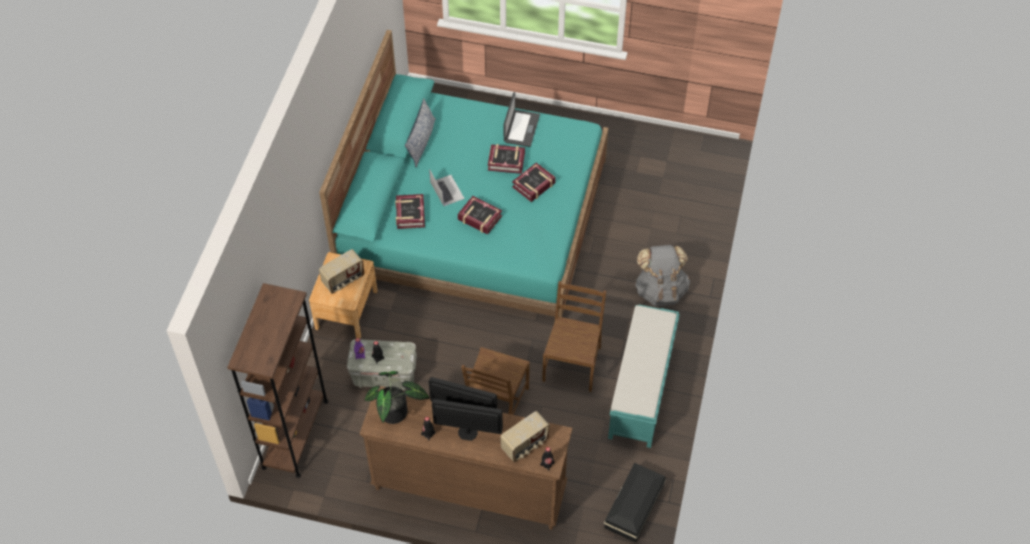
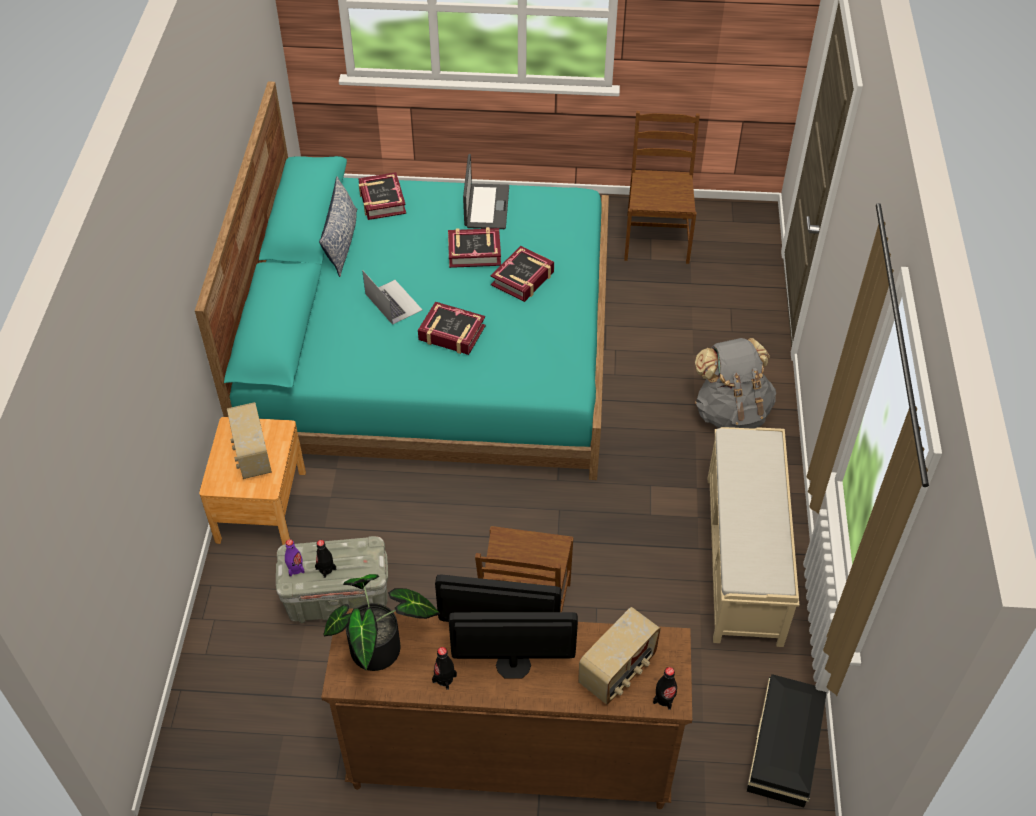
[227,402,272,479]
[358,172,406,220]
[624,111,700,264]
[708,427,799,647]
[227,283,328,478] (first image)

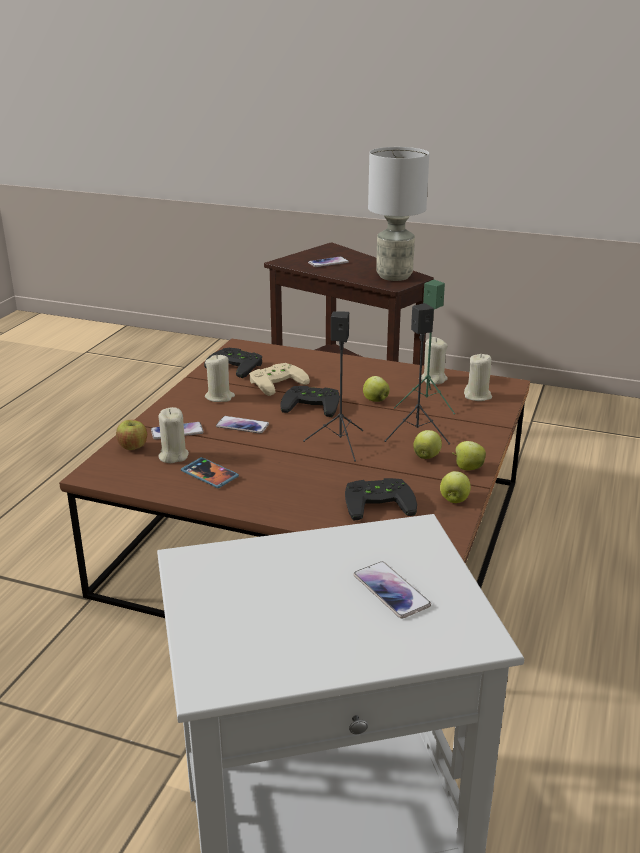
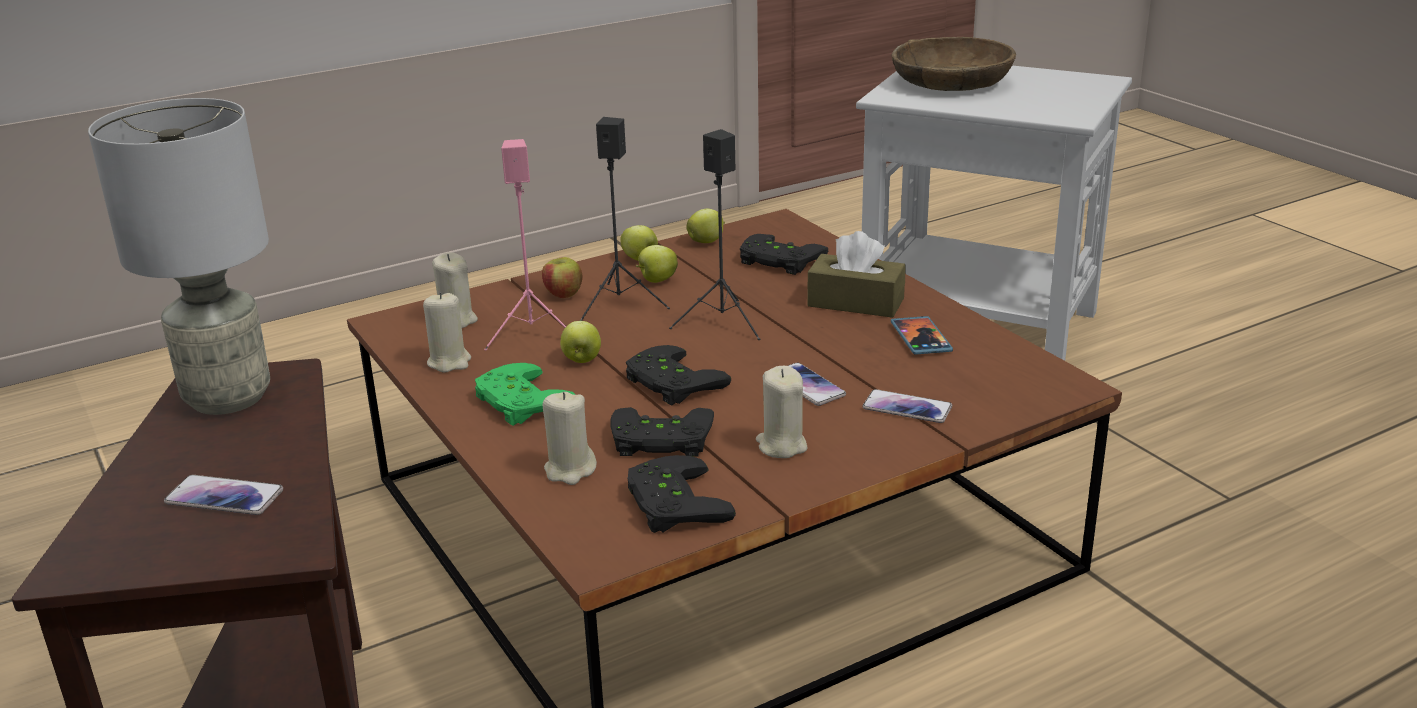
[475,363,575,426]
[484,139,566,351]
[542,257,582,298]
[543,392,597,485]
[610,407,714,457]
[807,231,906,318]
[892,37,1016,91]

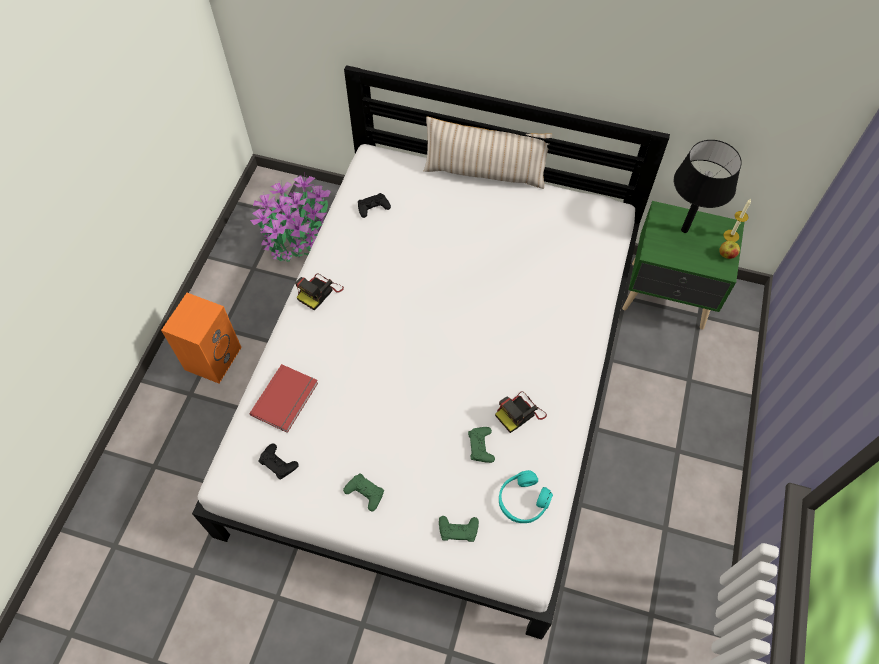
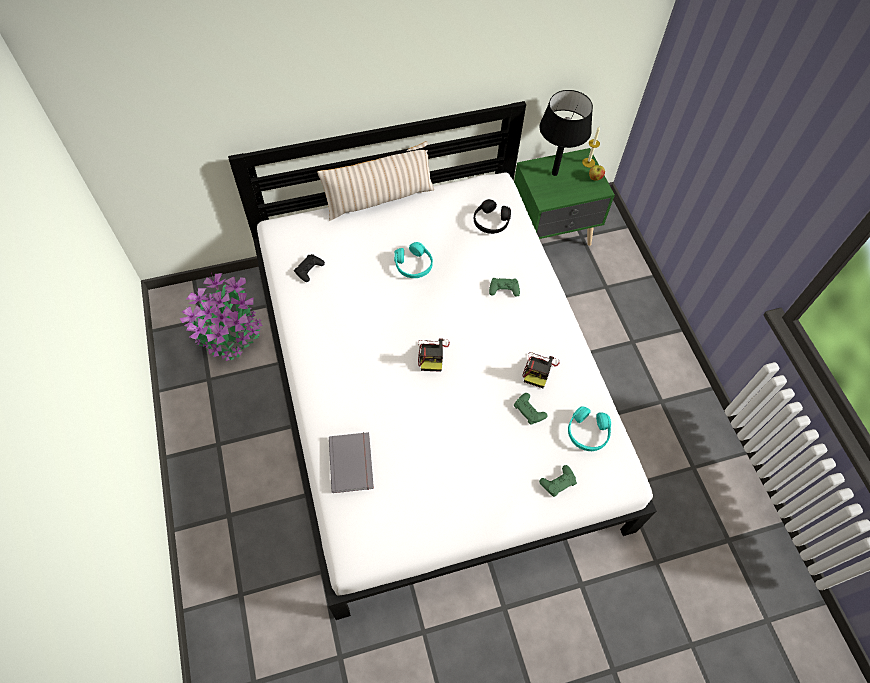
[329,432,374,493]
[394,242,433,278]
[418,338,450,372]
[474,199,511,234]
[489,278,520,297]
[161,293,242,384] (first image)
[258,443,299,480] (first image)

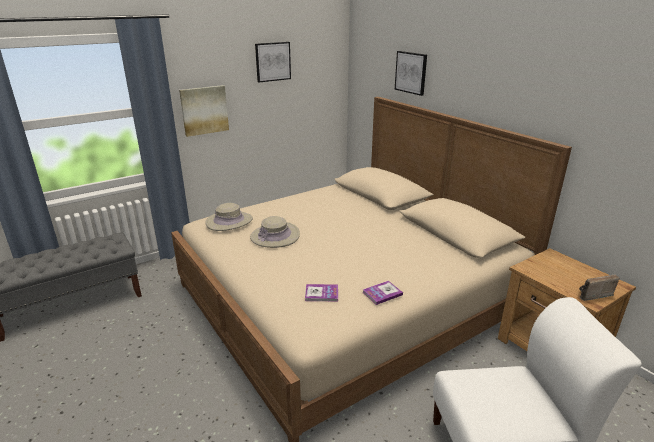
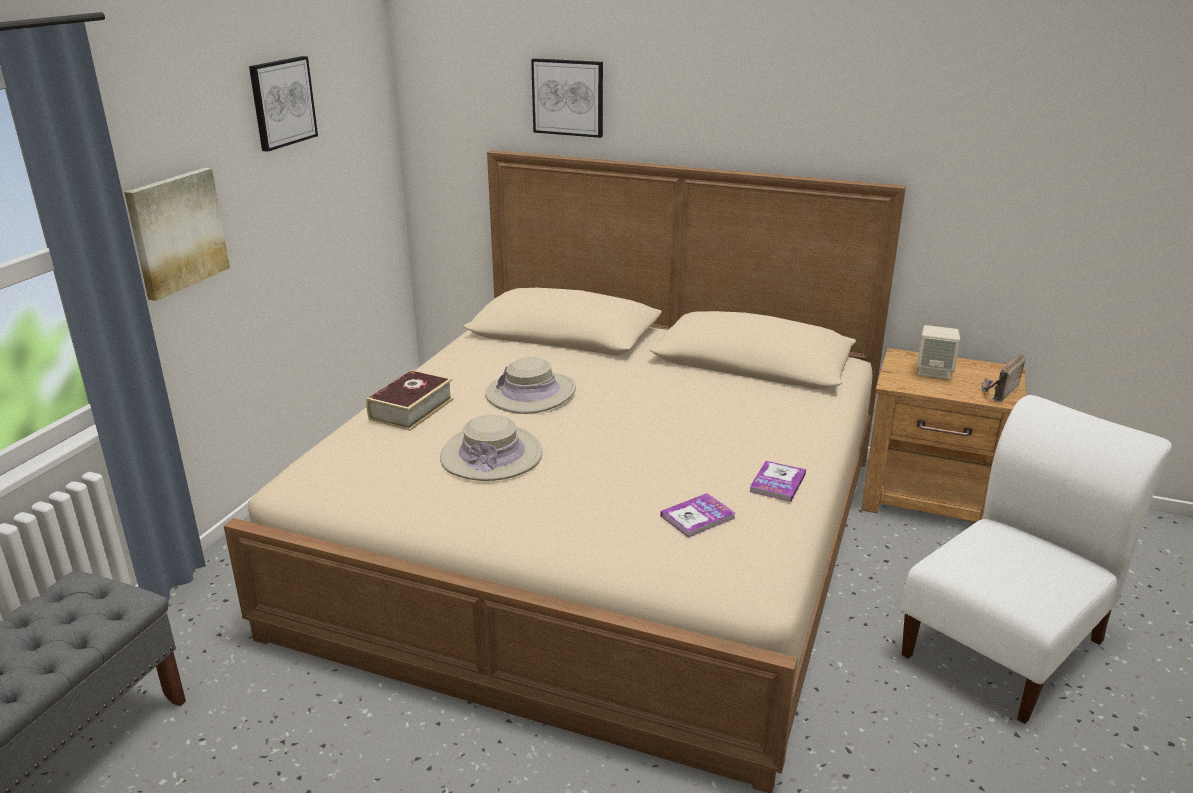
[366,370,454,431]
[485,357,576,414]
[917,325,960,379]

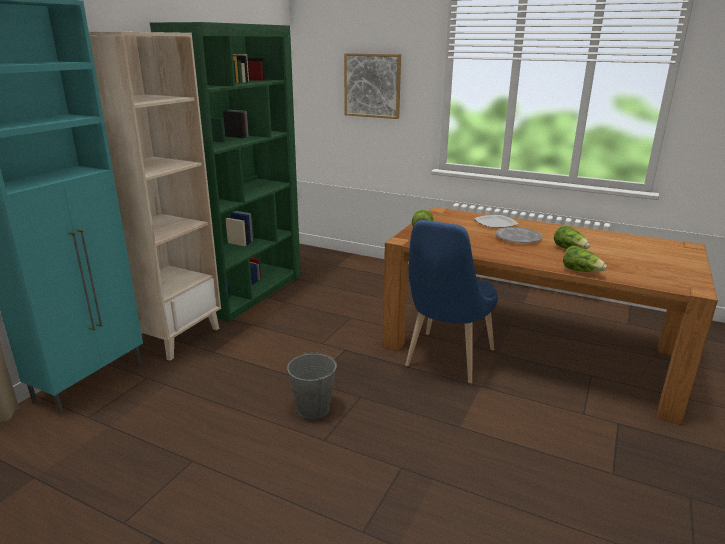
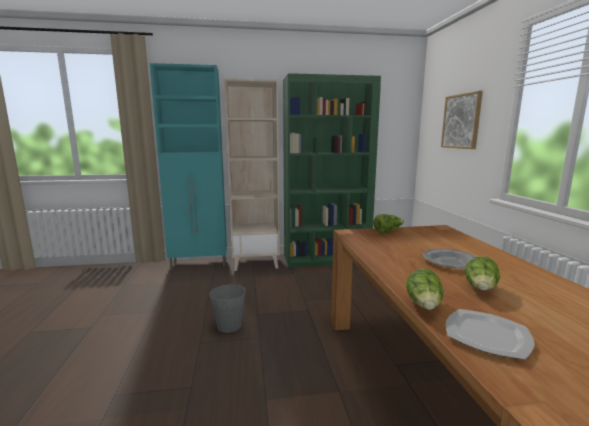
[446,309,535,360]
[405,220,498,383] (first image)

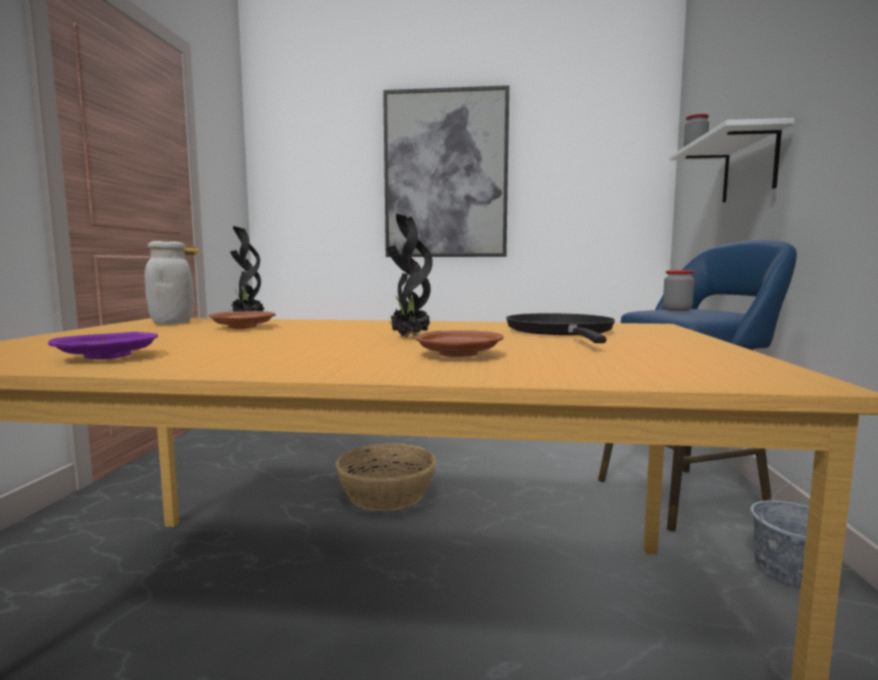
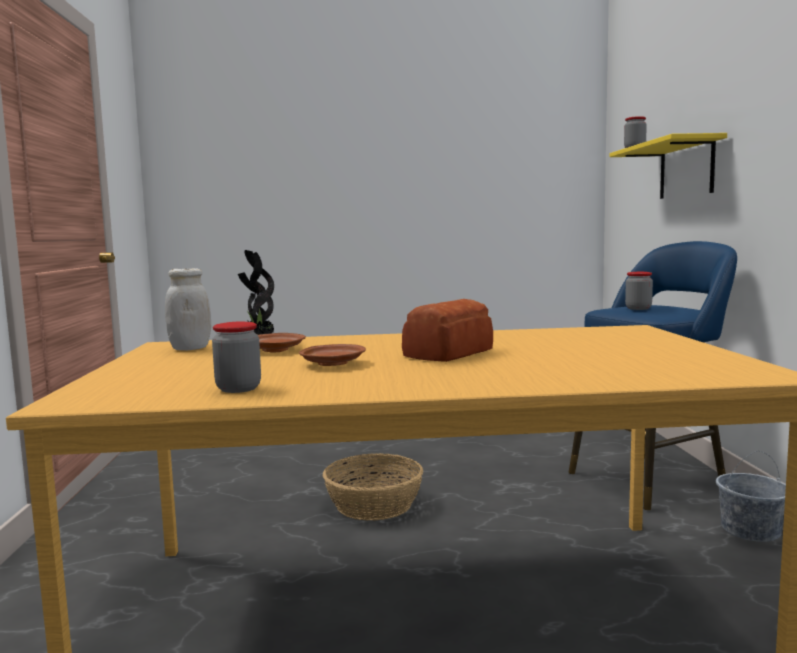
[212,322,261,393]
[299,344,366,366]
[402,299,493,362]
[610,133,727,199]
[383,85,509,257] (first image)
[506,313,615,343] (first image)

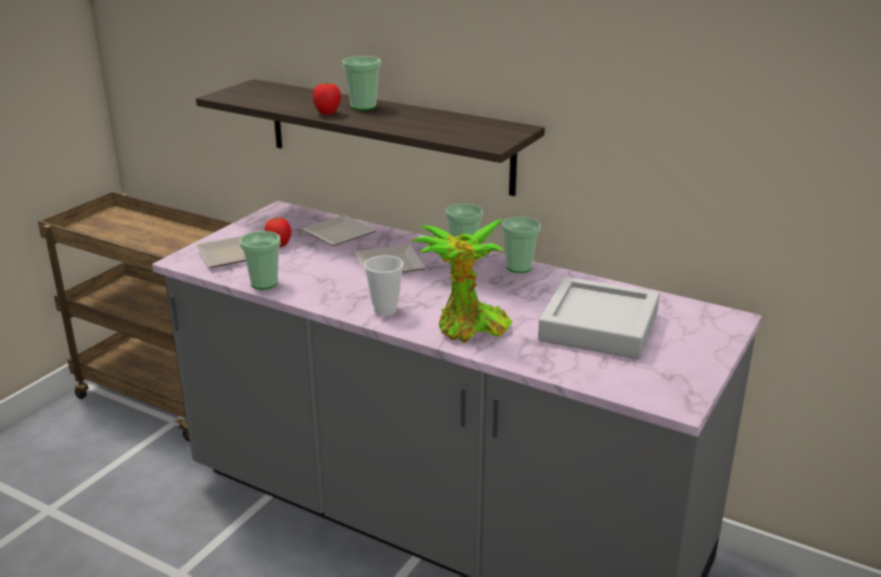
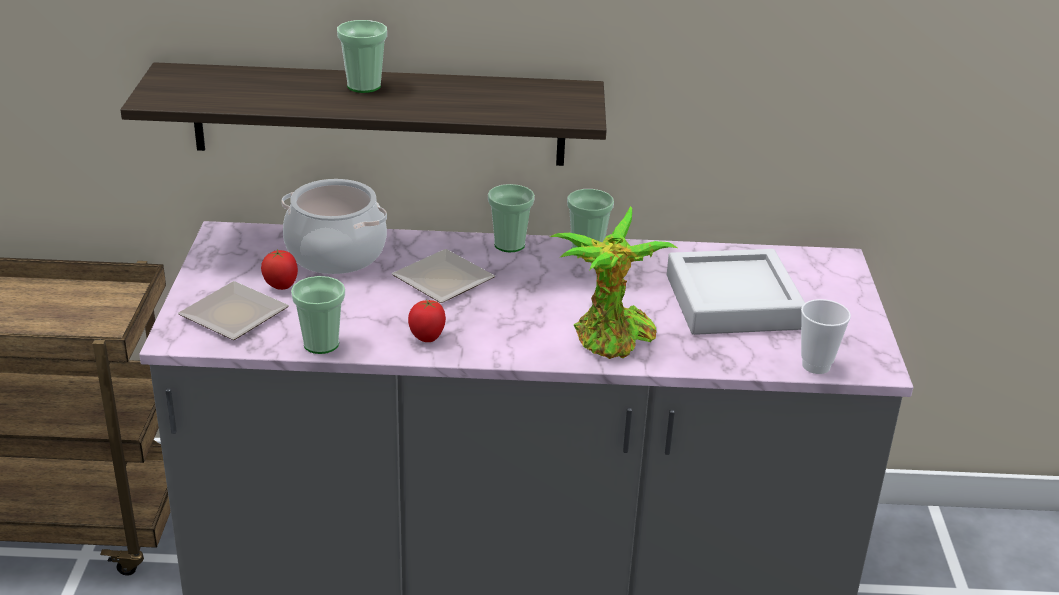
[281,179,387,274]
[408,299,446,342]
[801,299,851,374]

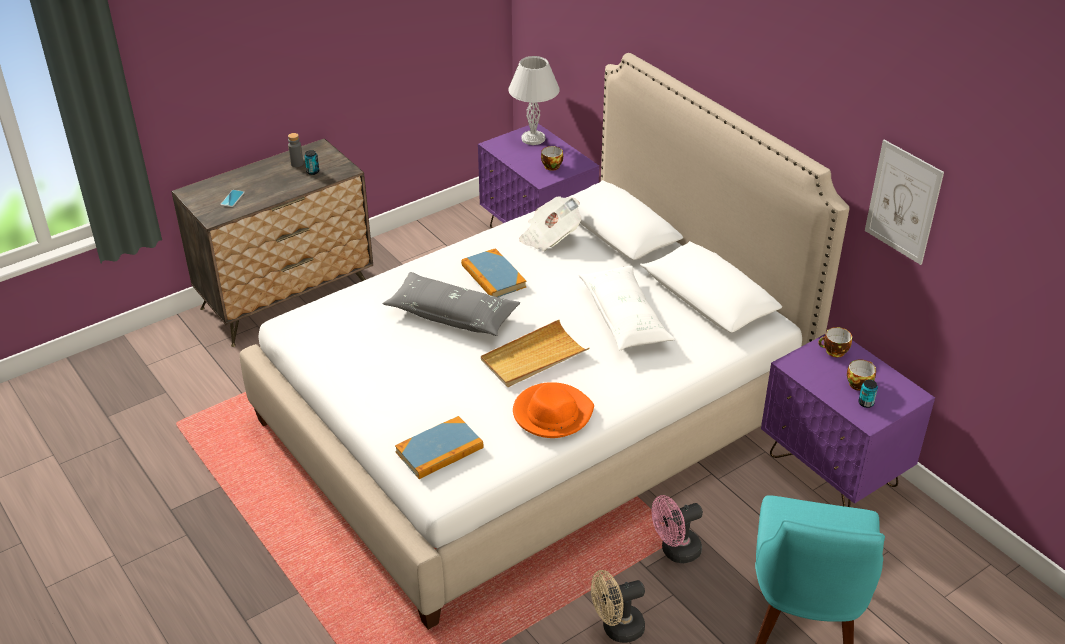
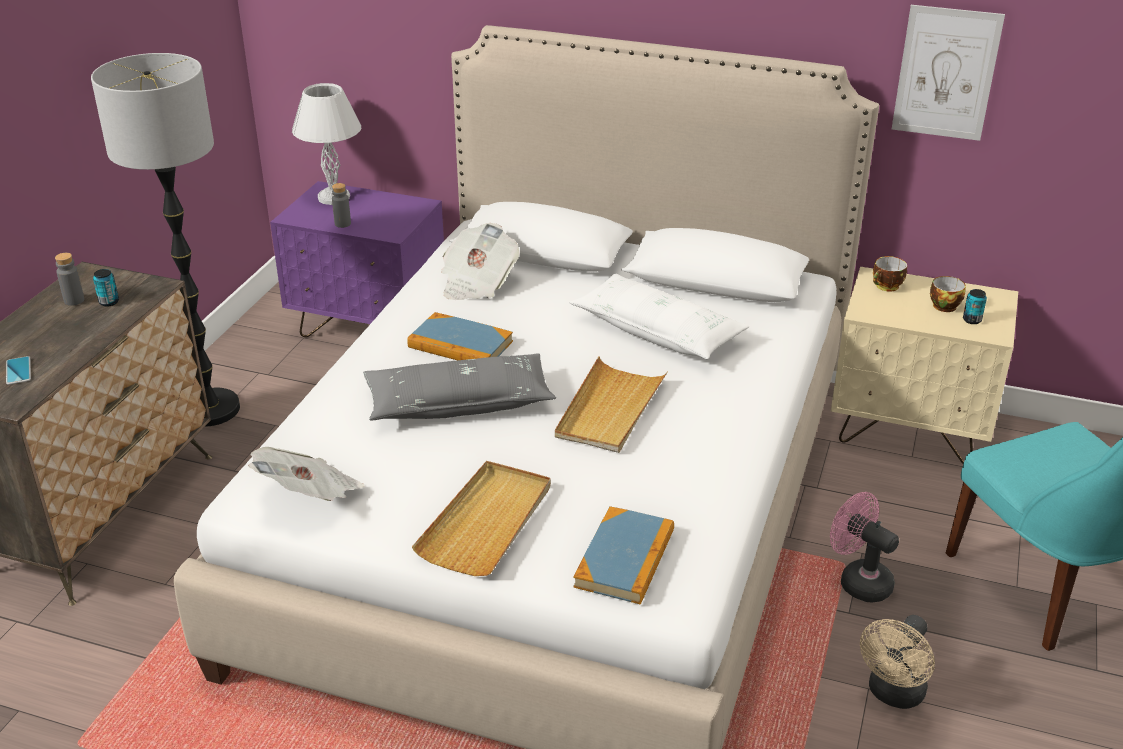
[91,53,240,427]
[248,447,364,501]
[332,183,351,228]
[412,461,551,576]
[830,492,899,602]
[831,267,1018,464]
[513,382,594,438] (first image)
[541,146,563,171] (first image)

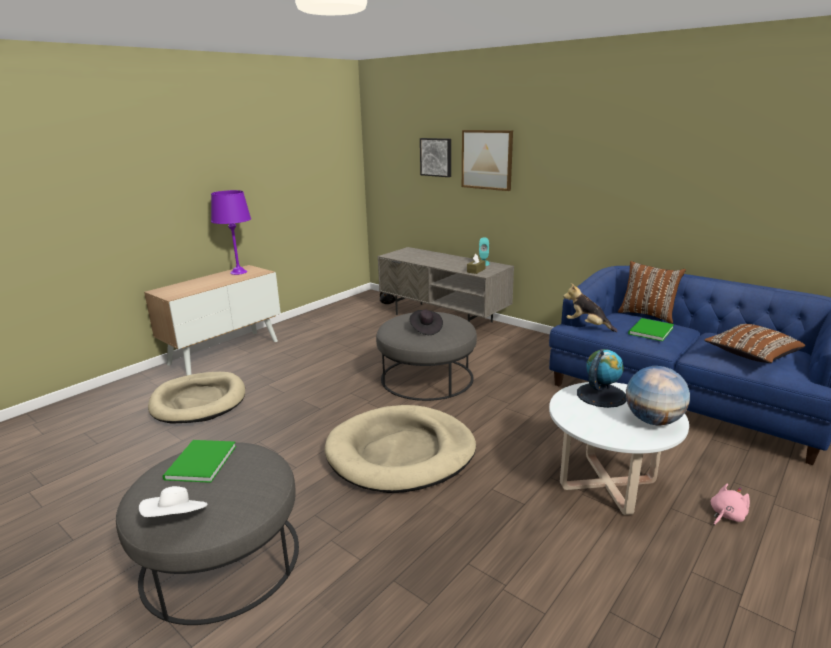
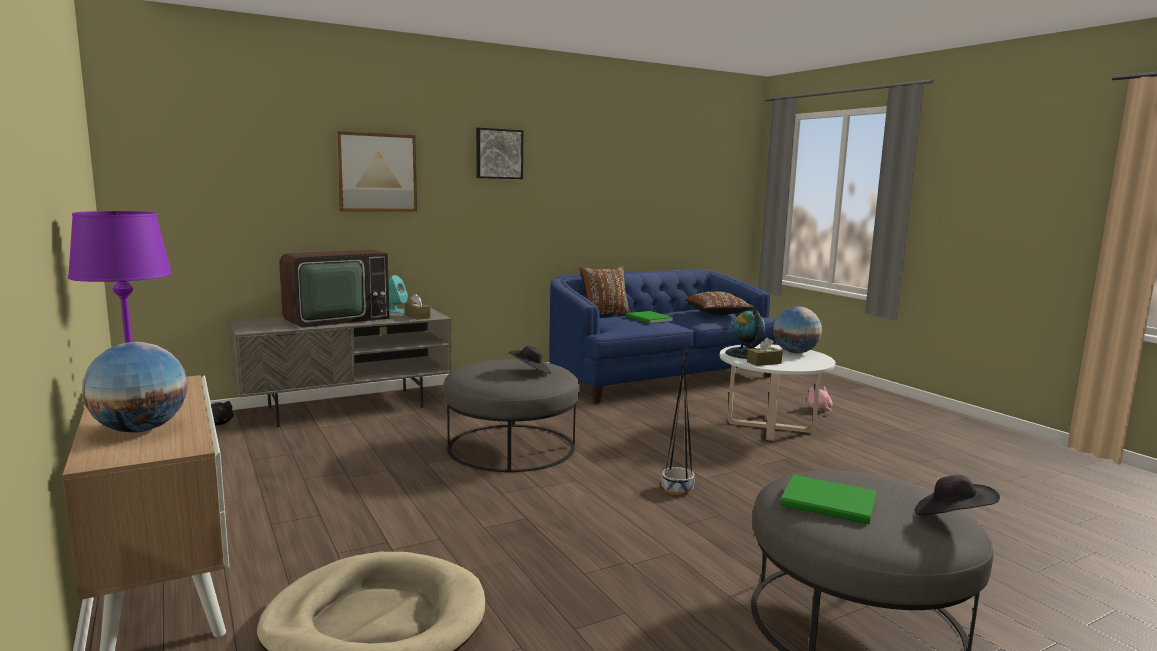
[82,342,187,432]
[279,250,389,327]
[476,128,523,179]
[662,343,695,495]
[747,338,783,366]
[914,475,1000,515]
[563,283,618,332] (first image)

